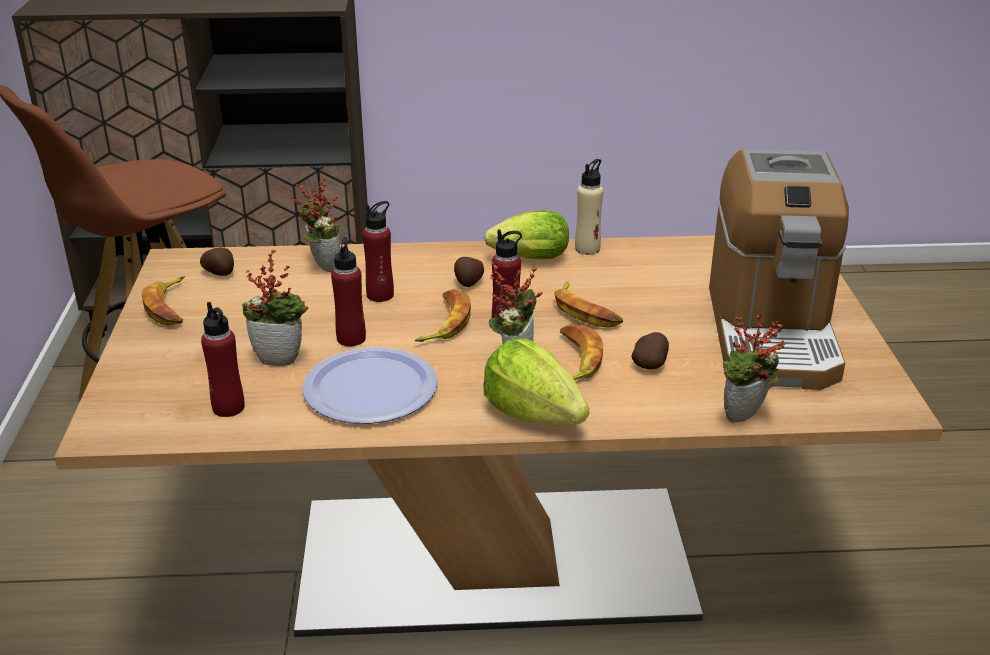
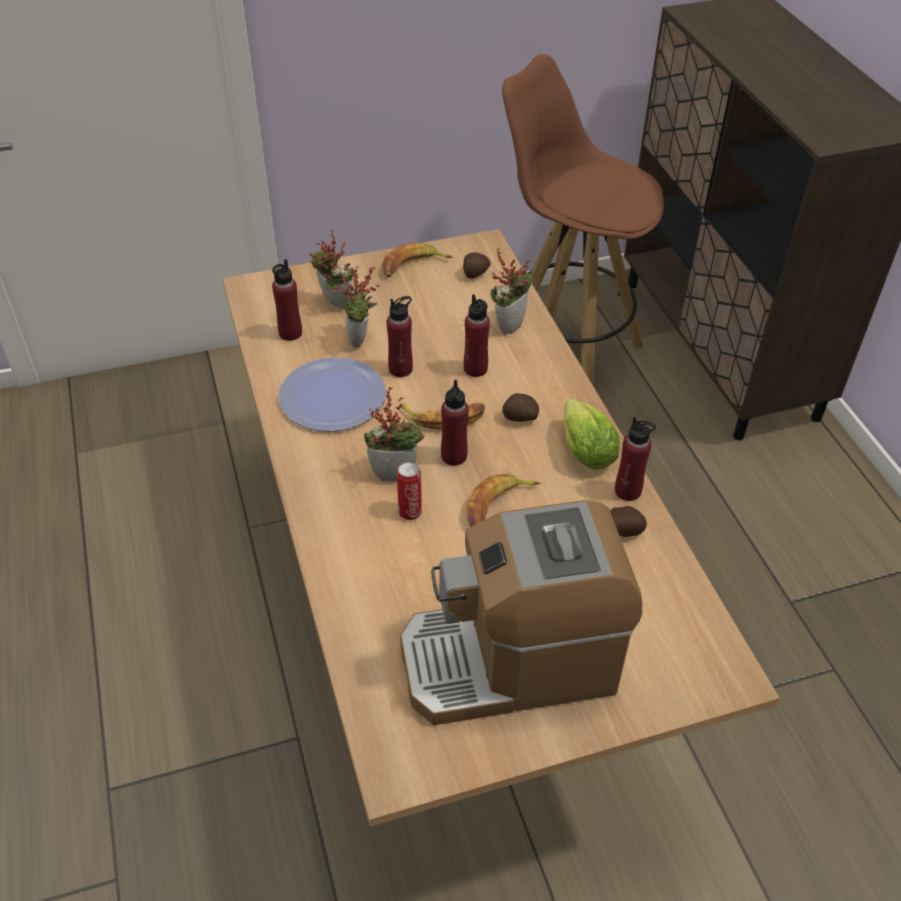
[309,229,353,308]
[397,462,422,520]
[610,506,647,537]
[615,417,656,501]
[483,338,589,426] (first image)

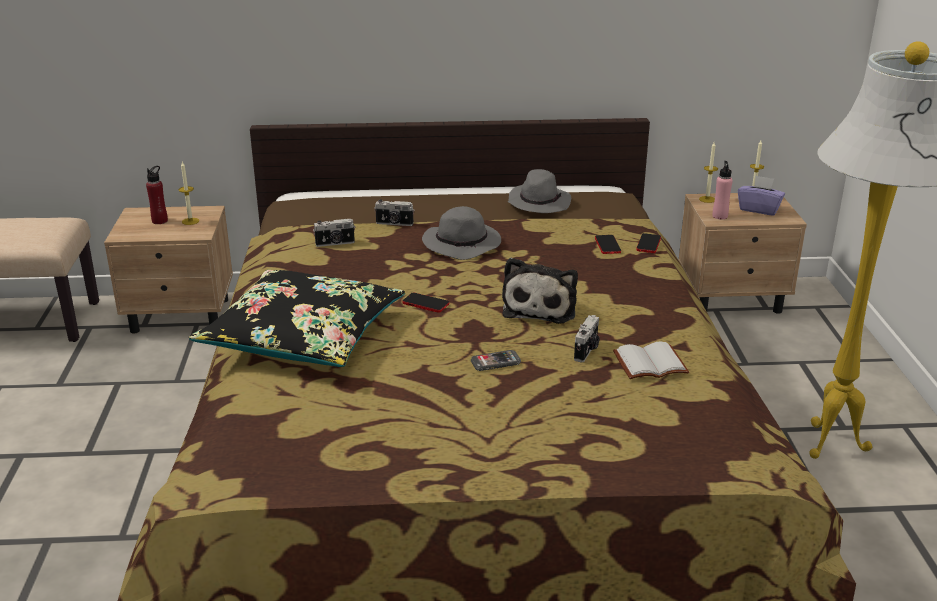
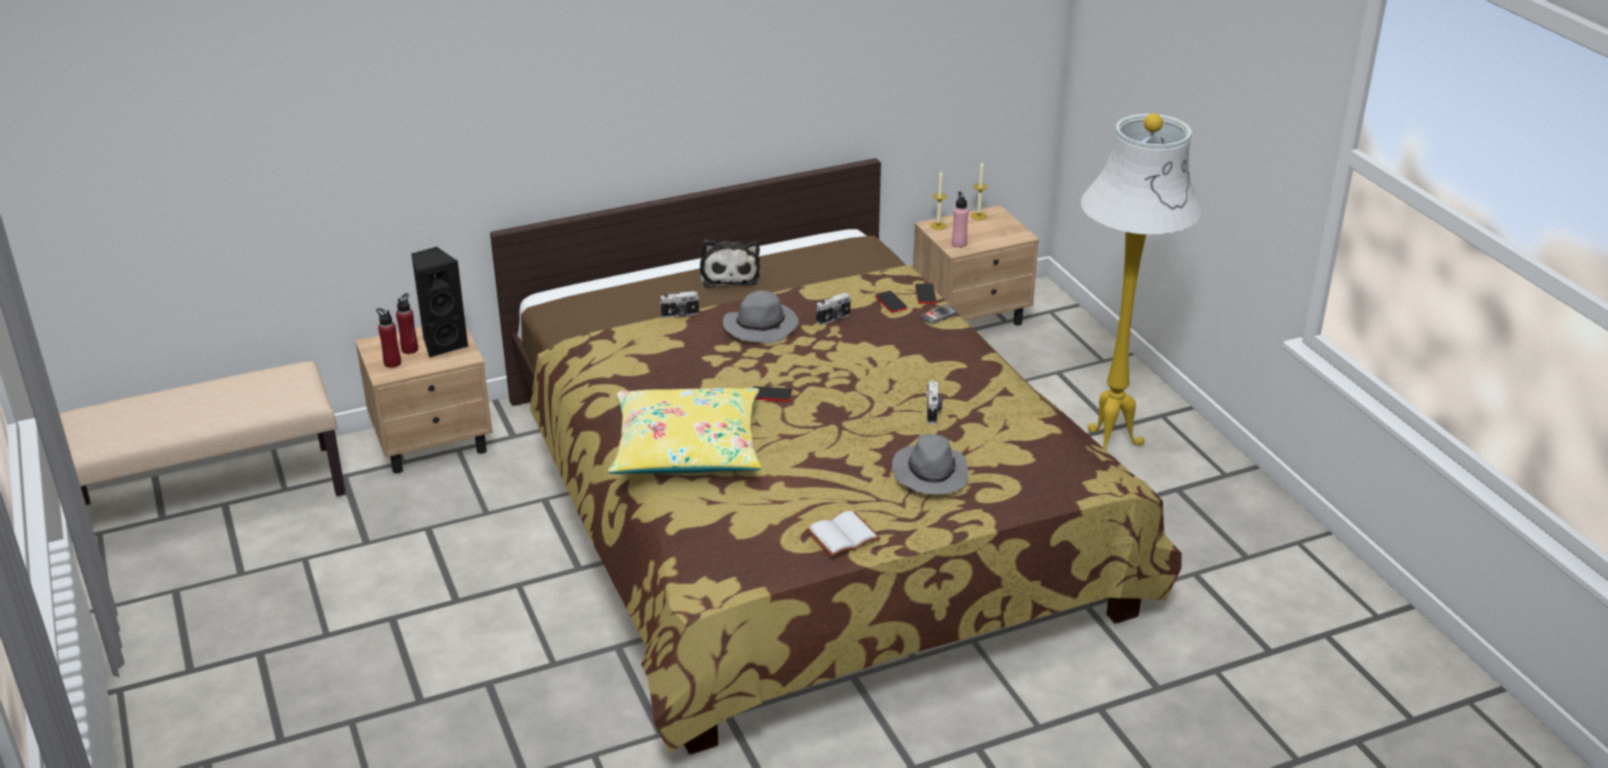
[376,308,401,368]
[411,247,469,358]
[608,388,761,474]
[700,240,760,288]
[806,511,881,557]
[816,293,851,325]
[892,434,969,495]
[921,305,958,324]
[738,176,785,216] (first image)

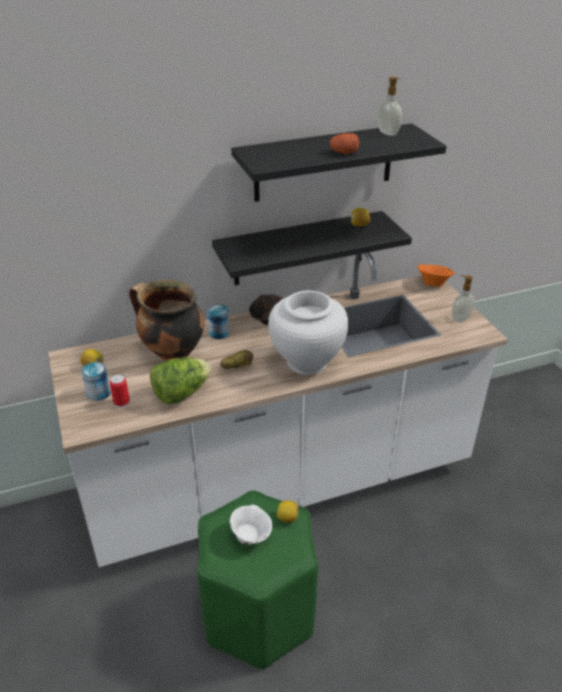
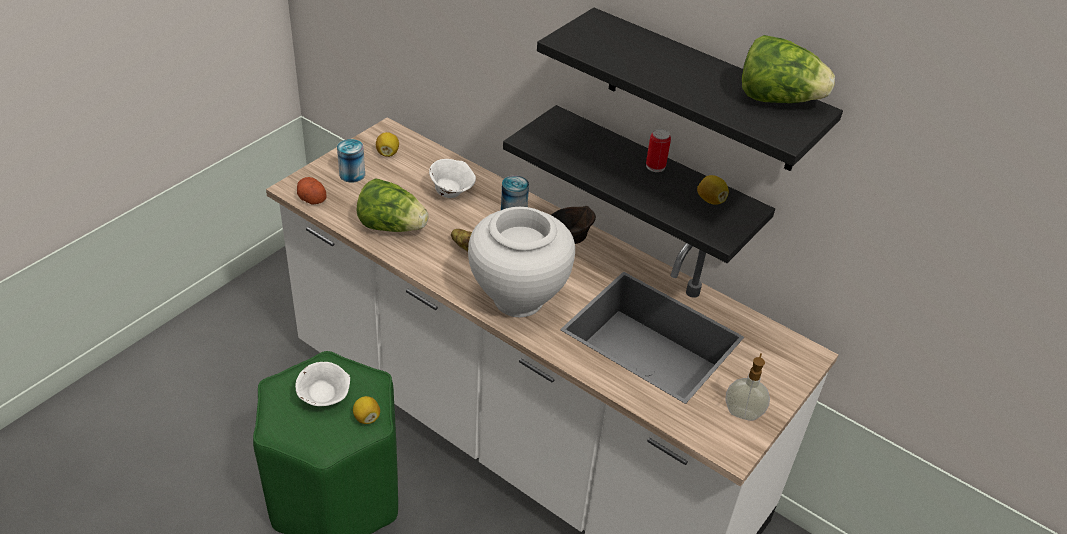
[297,177,326,205]
[429,159,476,198]
[646,129,671,172]
[742,35,835,103]
[418,265,455,286] (first image)

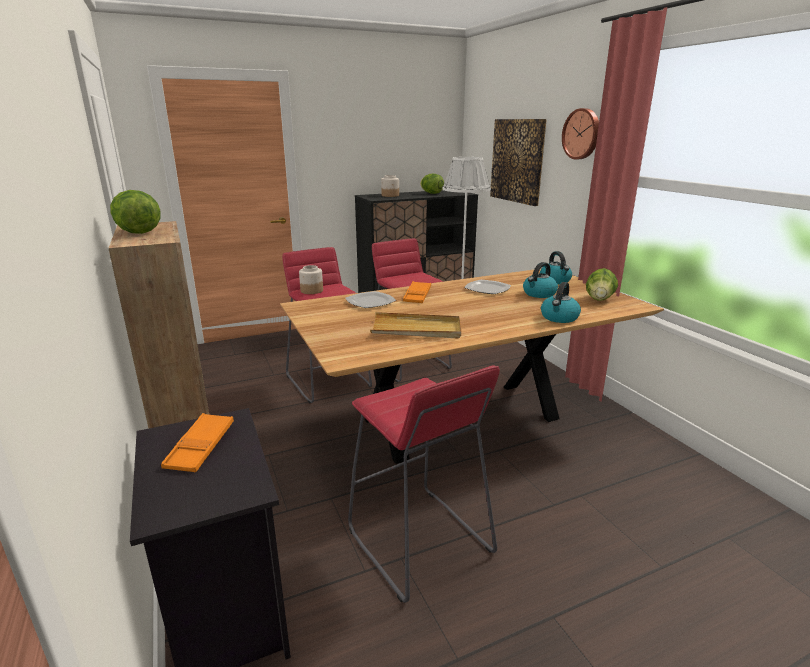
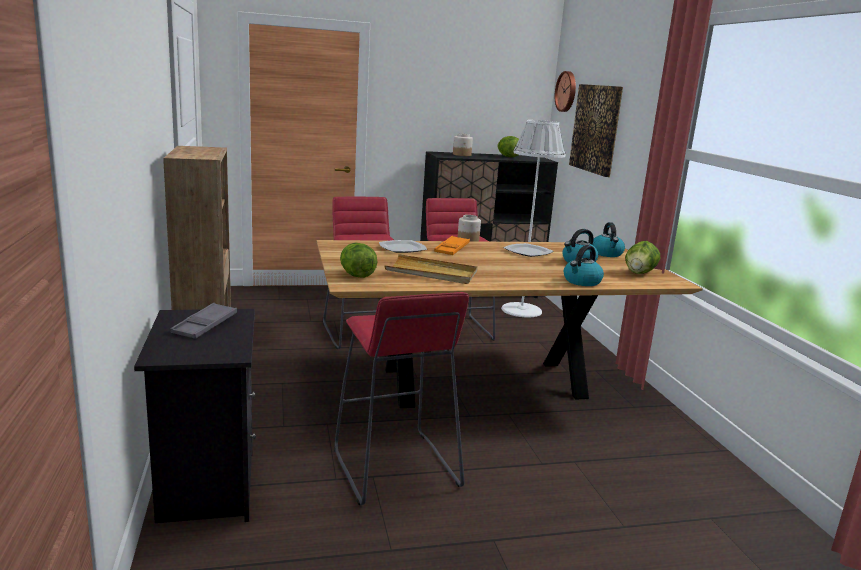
[170,303,237,339]
[340,243,378,278]
[458,215,481,241]
[555,71,576,112]

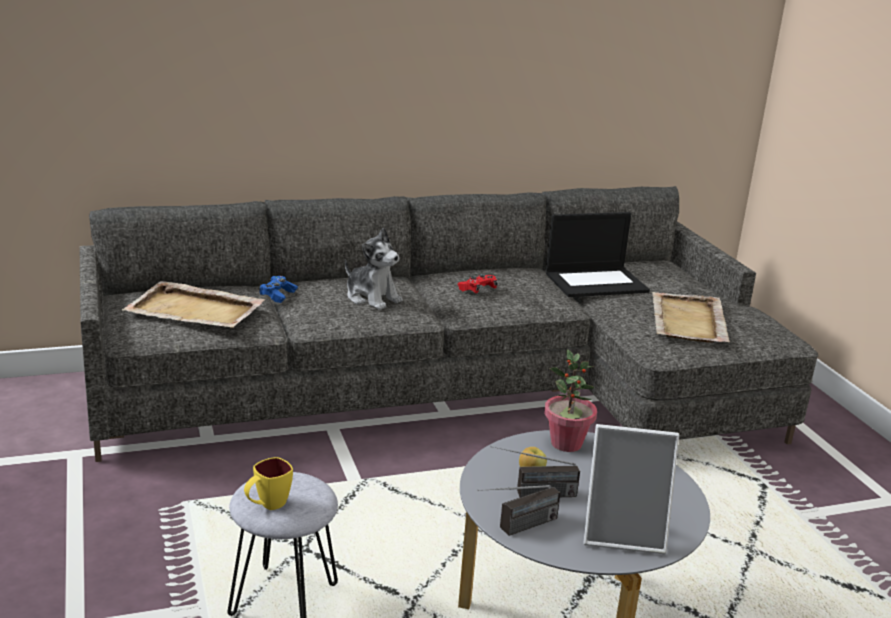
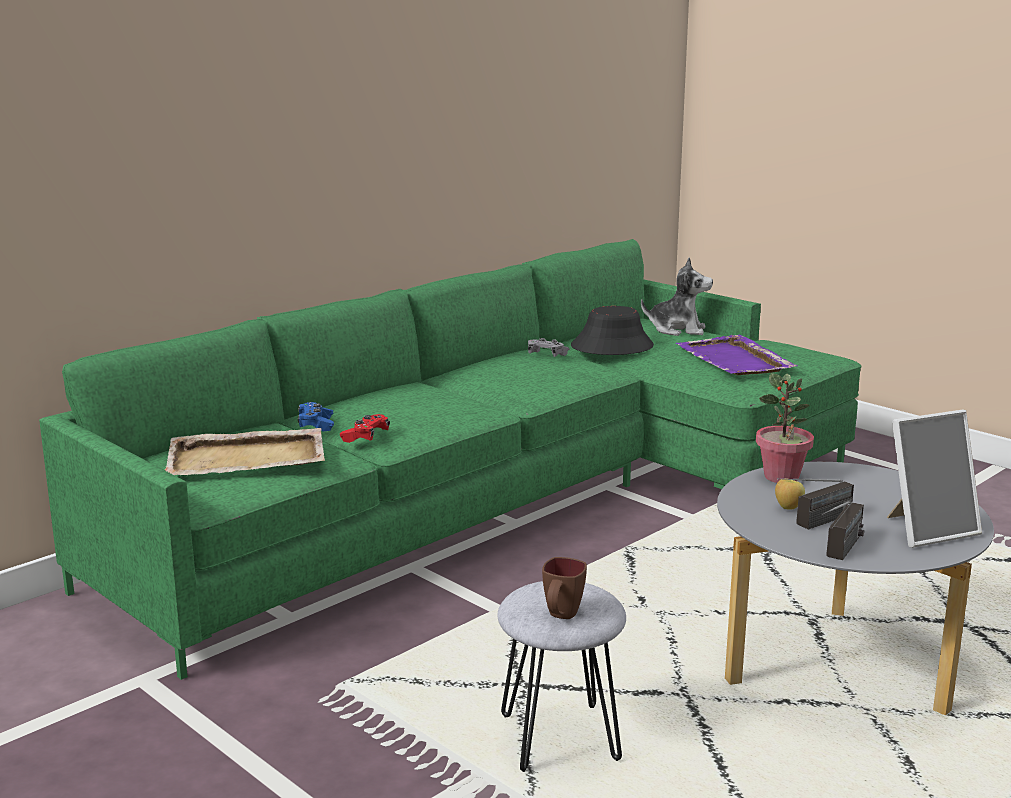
[39,239,862,680]
[340,414,390,443]
[528,338,569,357]
[542,557,587,619]
[571,306,654,355]
[641,257,713,336]
[675,335,798,375]

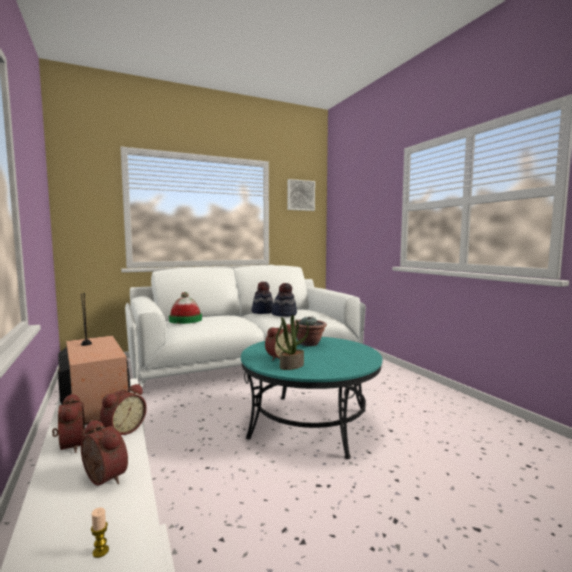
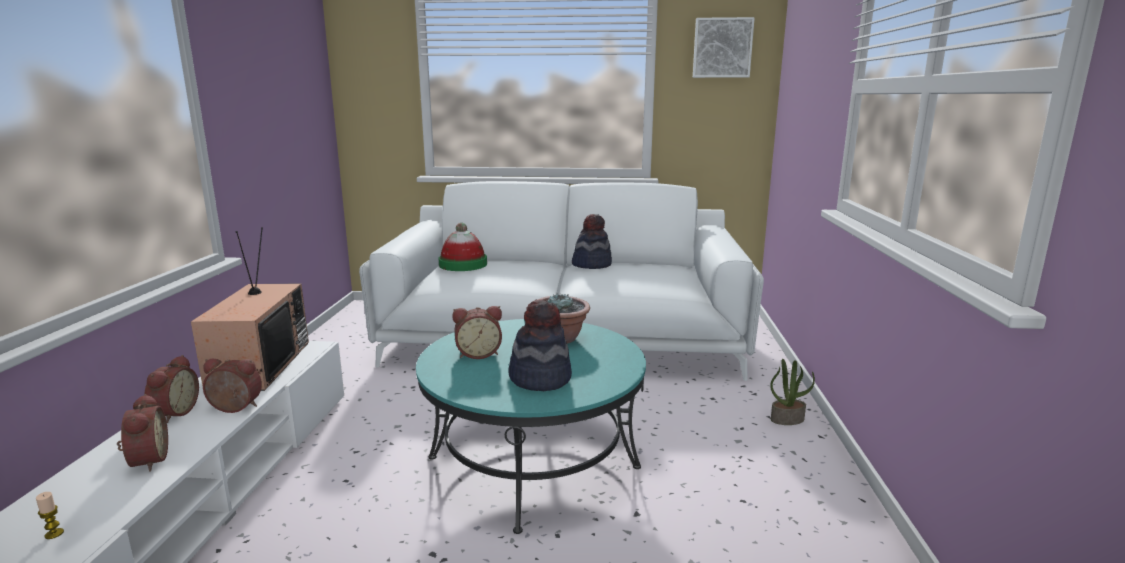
[203,359,262,413]
[508,299,572,391]
[770,359,815,425]

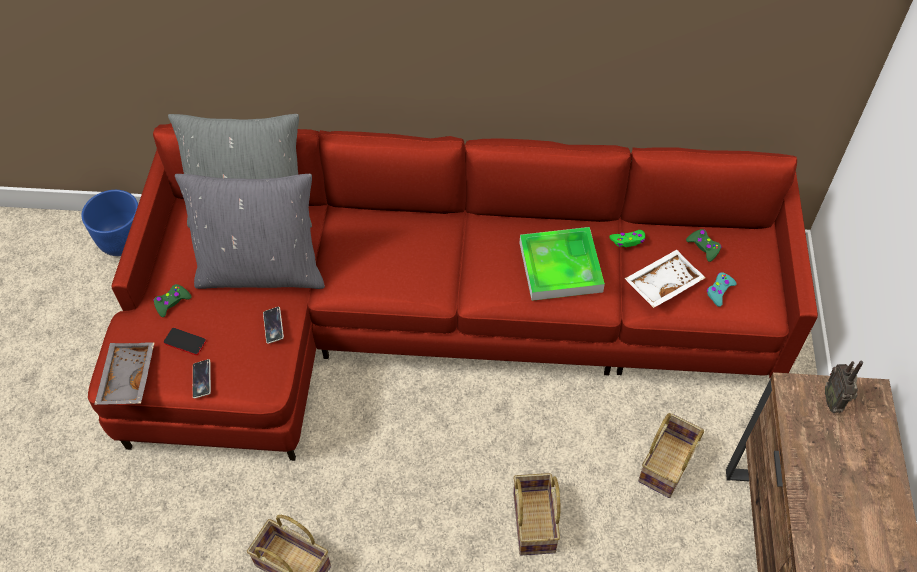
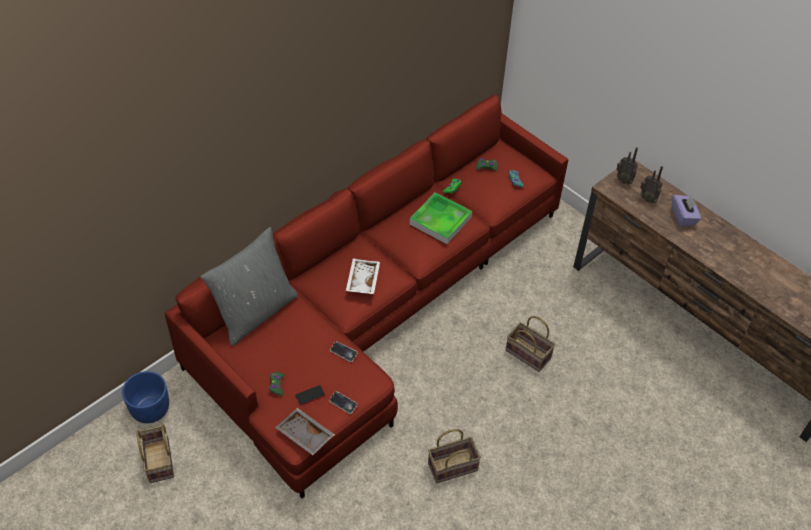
[136,424,174,483]
[346,258,380,294]
[640,166,663,203]
[672,195,701,227]
[175,174,325,289] (first image)

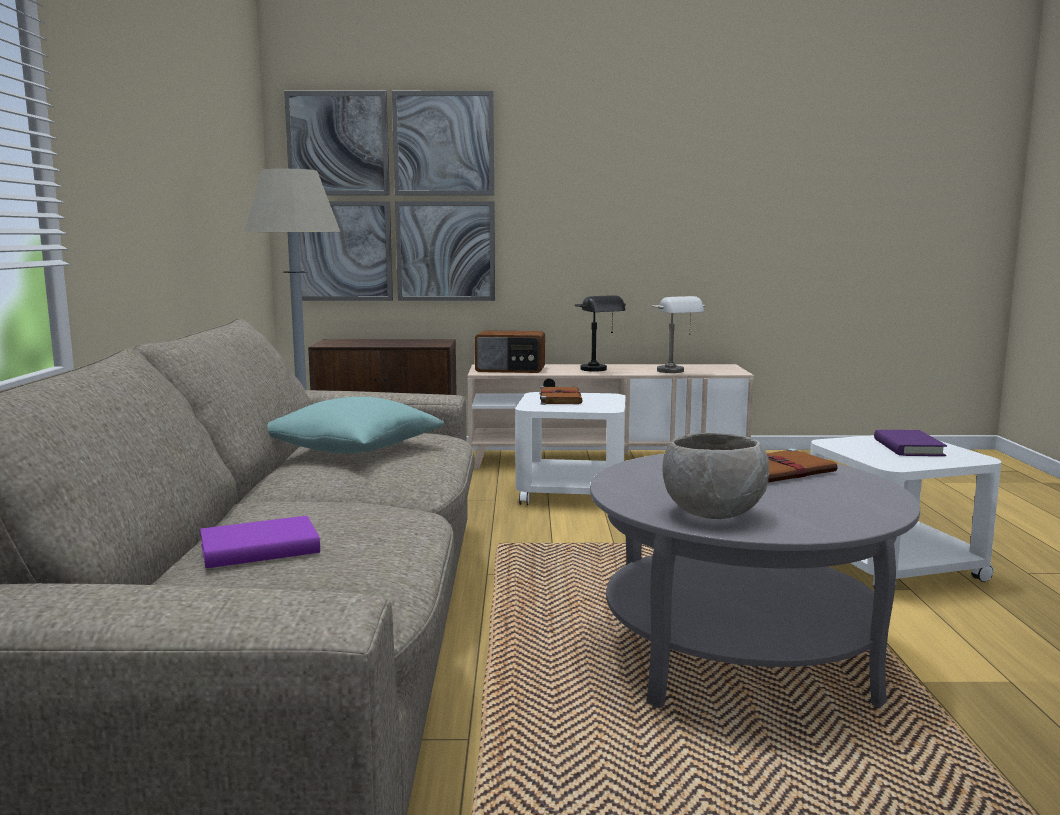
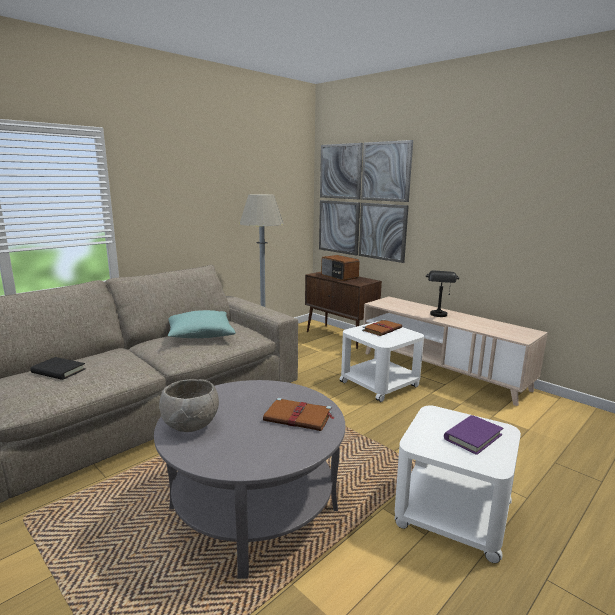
[31,357,86,380]
[321,255,360,281]
[652,296,704,373] (first image)

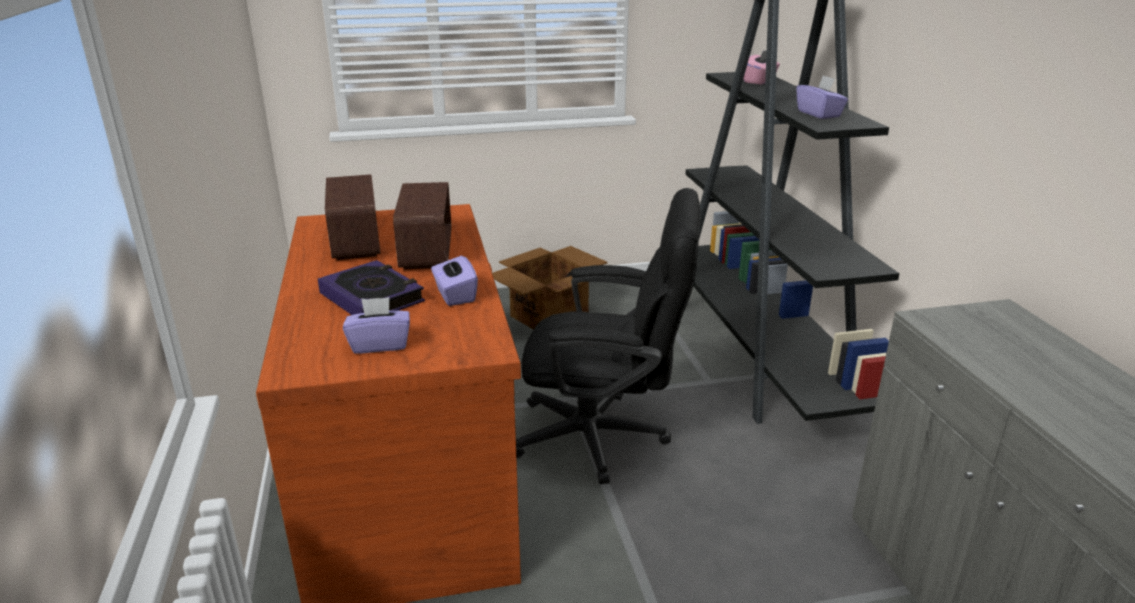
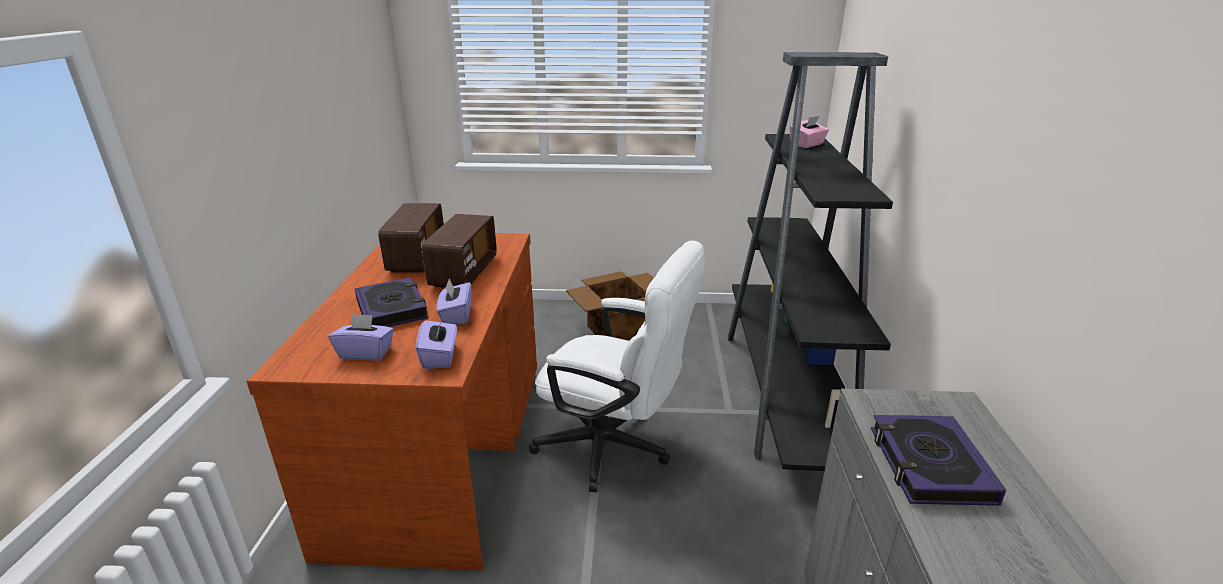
[416,316,457,369]
[529,241,705,493]
[871,415,1006,506]

